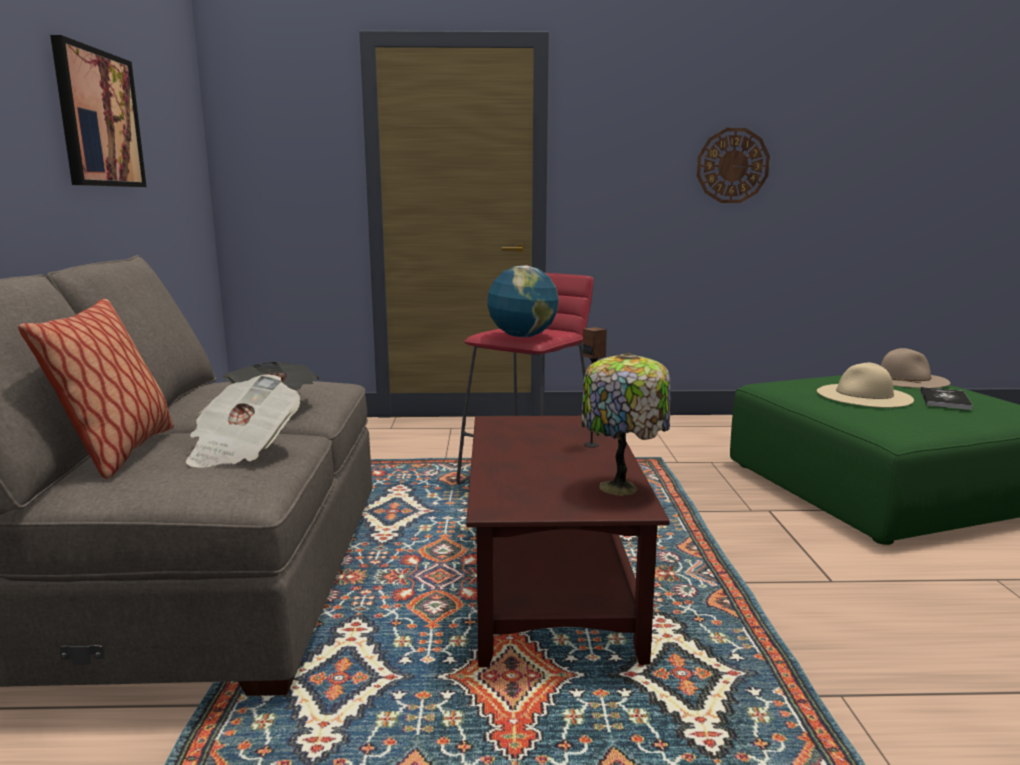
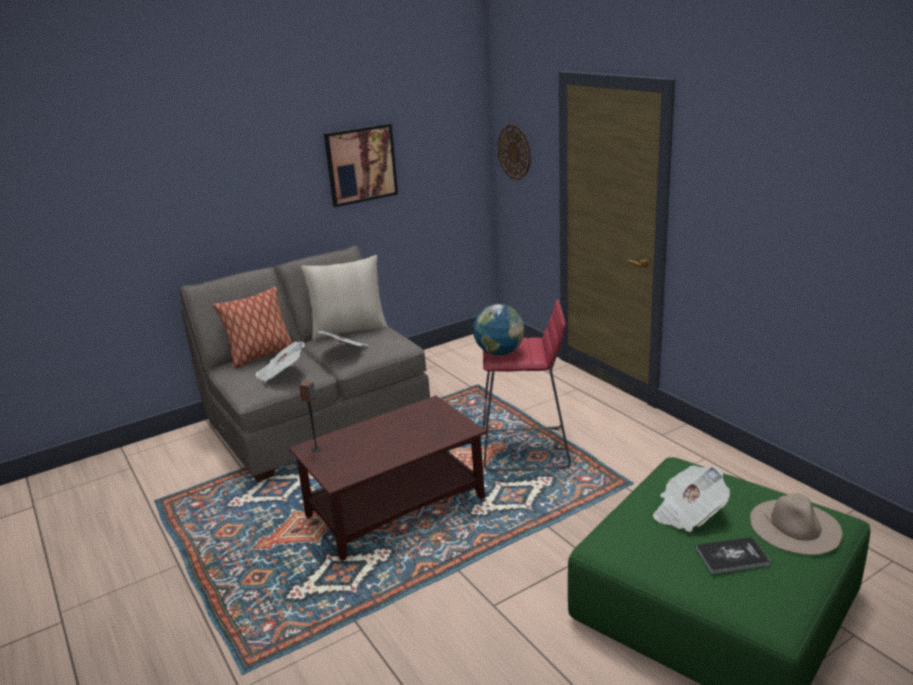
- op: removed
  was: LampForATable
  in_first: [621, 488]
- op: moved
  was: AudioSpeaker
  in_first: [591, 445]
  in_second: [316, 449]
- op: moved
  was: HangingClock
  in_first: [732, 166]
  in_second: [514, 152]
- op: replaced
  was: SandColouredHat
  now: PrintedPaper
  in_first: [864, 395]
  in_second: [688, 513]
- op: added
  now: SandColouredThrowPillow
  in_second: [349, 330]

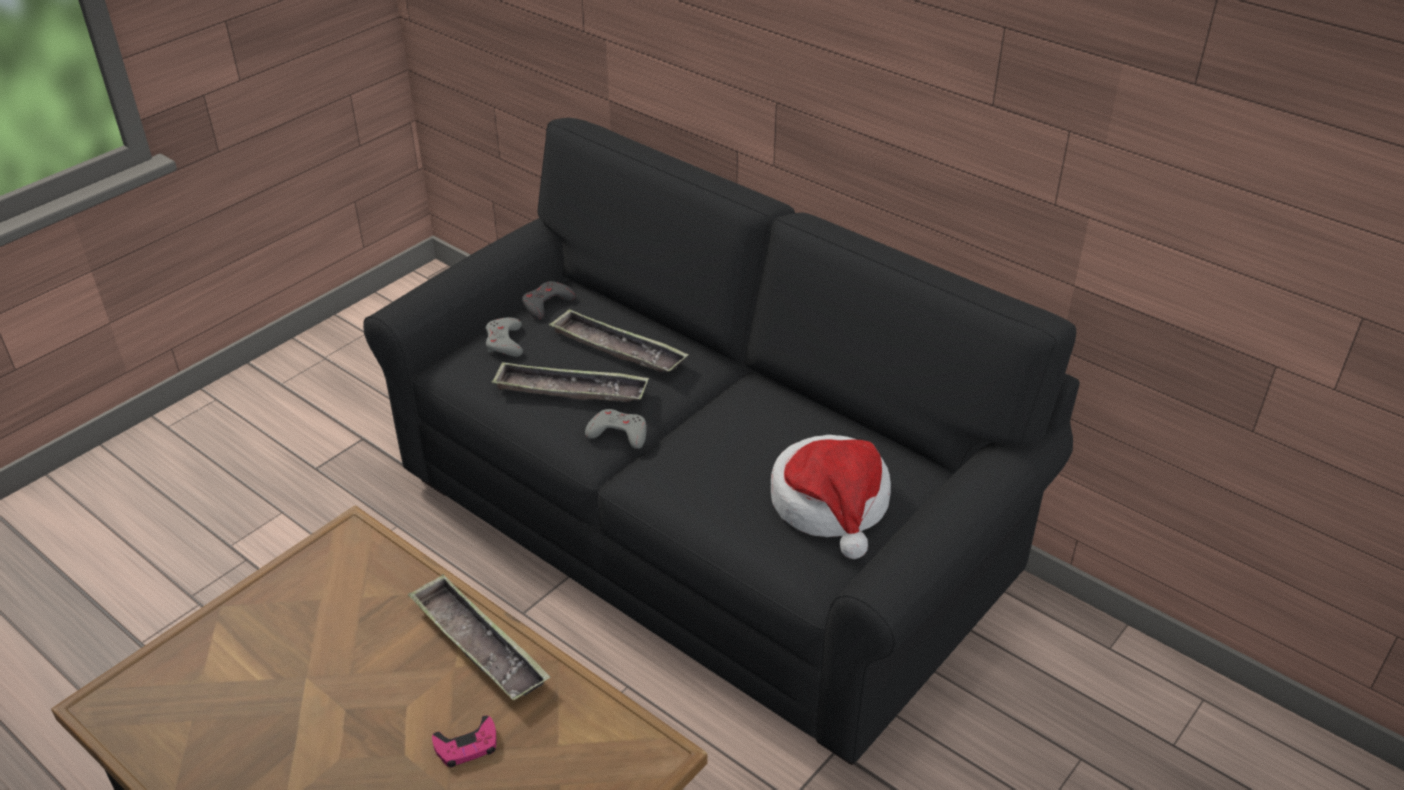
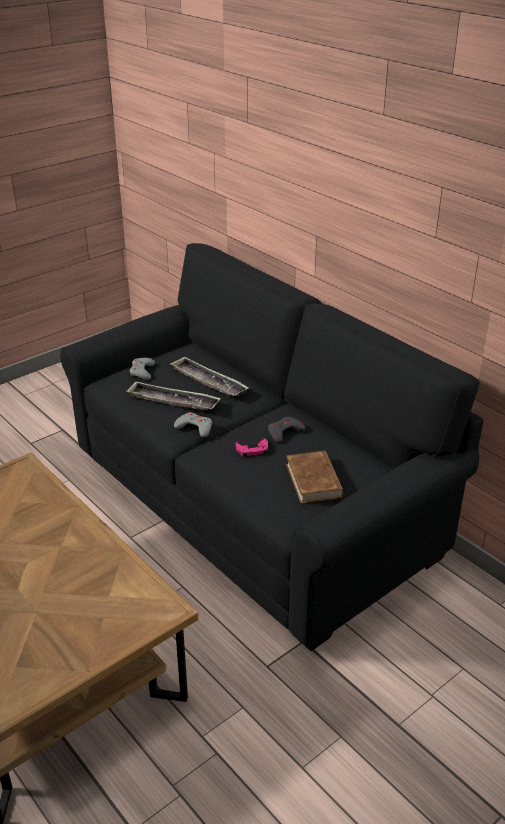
- op: removed
  was: ServingTray
  in_first: [478, 644]
- op: moved
  was: PinkishGamepad
  in_first: [467, 746]
  in_second: [252, 450]
- op: moved
  was: GrayGamepad
  in_first: [546, 304]
  in_second: [284, 432]
- op: replaced
  was: Hat
  now: BrownBoundBook
  in_first: [831, 504]
  in_second: [314, 480]

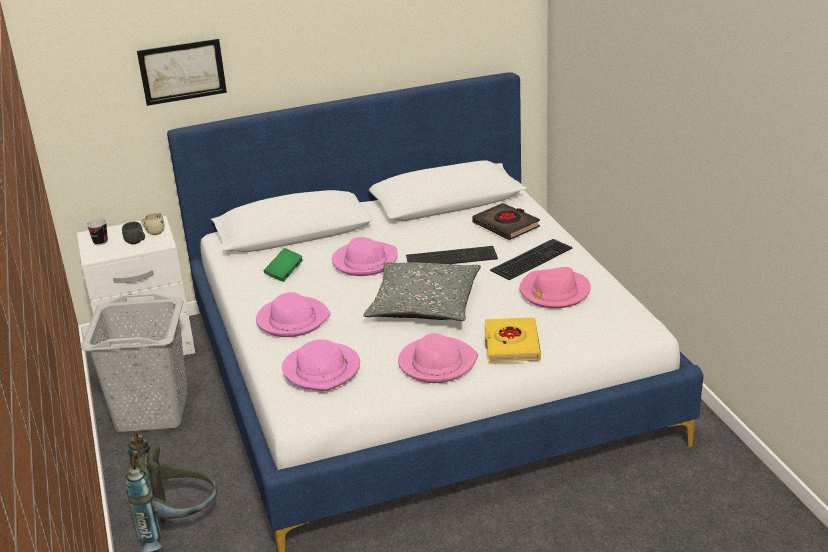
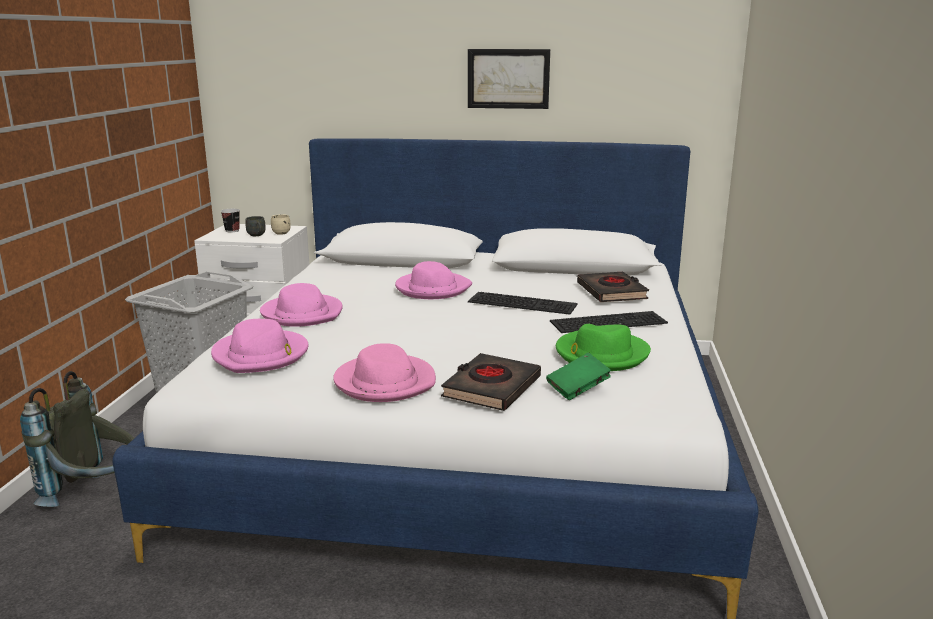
- op: moved
  was: WallArt
  in_first: [182, 71]
  in_second: [508, 79]
- op: moved
  was: GreenColouredBoundBook
  in_first: [284, 273]
  in_second: [577, 389]
- op: removed
  was: GrayThrowPillow
  in_first: [424, 305]
- op: recoloured
  was: YellowColouredBoundBook
  now: BlackColouredBoundBook
  in_first: [511, 344]
  in_second: [491, 388]
- op: recoloured
  was: PinkishHat
  now: GreenColouredHat
  in_first: [554, 292]
  in_second: [601, 354]

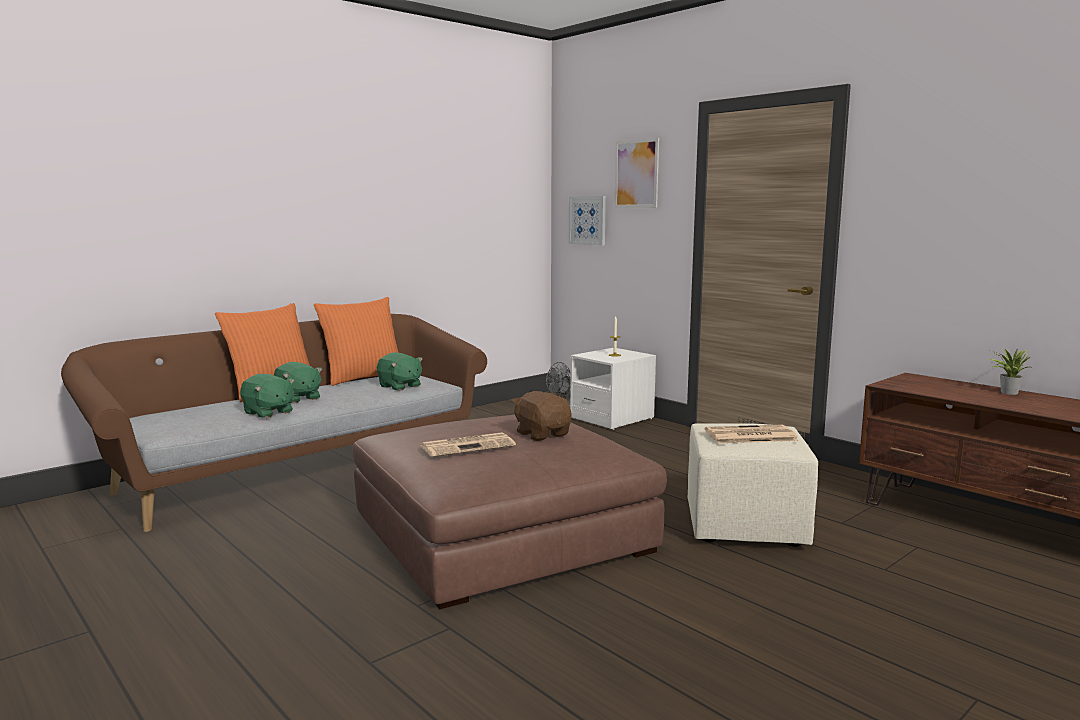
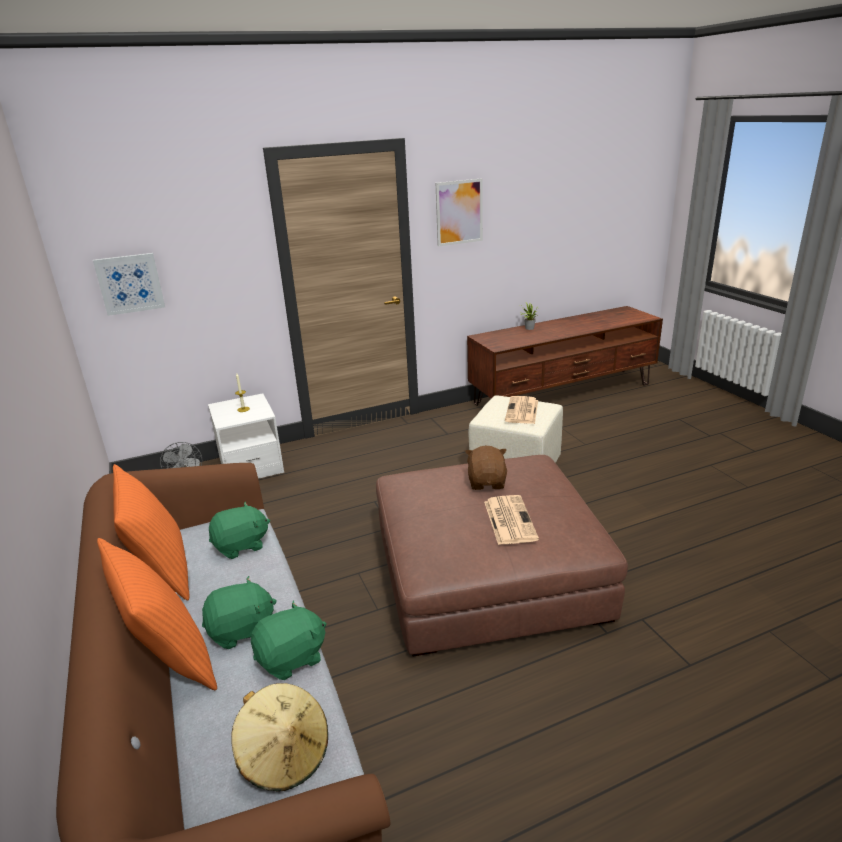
- op: turned
  was: BrownCuddlyToy
  in_first: [542, 434]
  in_second: [487, 482]
  clockwise: 105
- op: moved
  was: WallArt
  in_first: [636, 174]
  in_second: [459, 212]
- op: added
  now: SandColouredHat
  in_second: [285, 755]

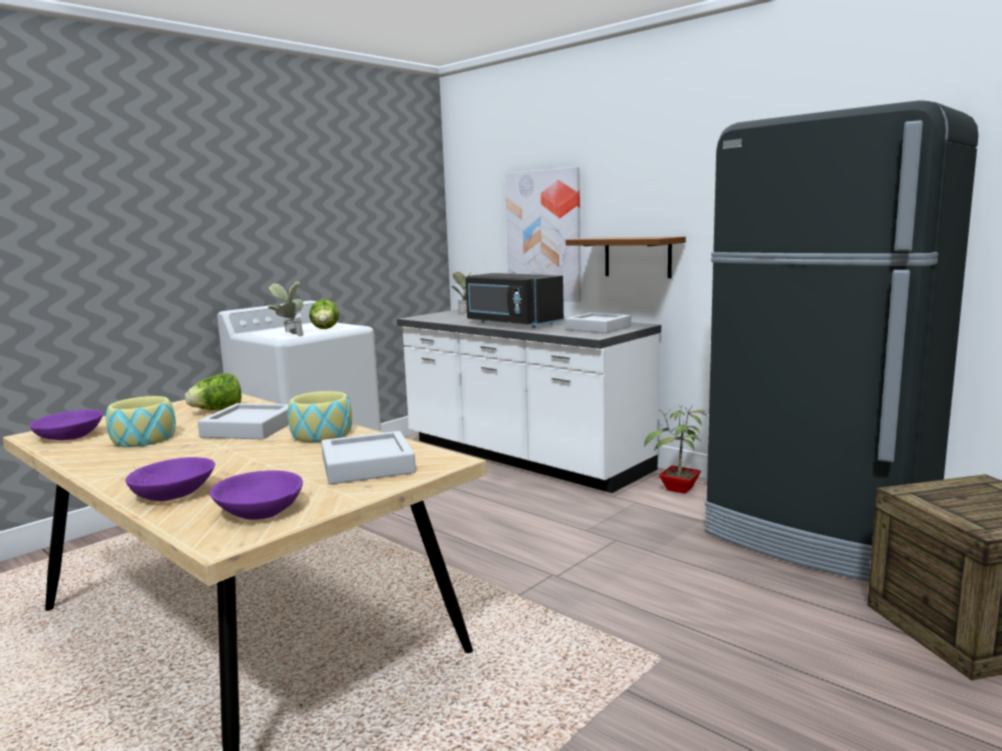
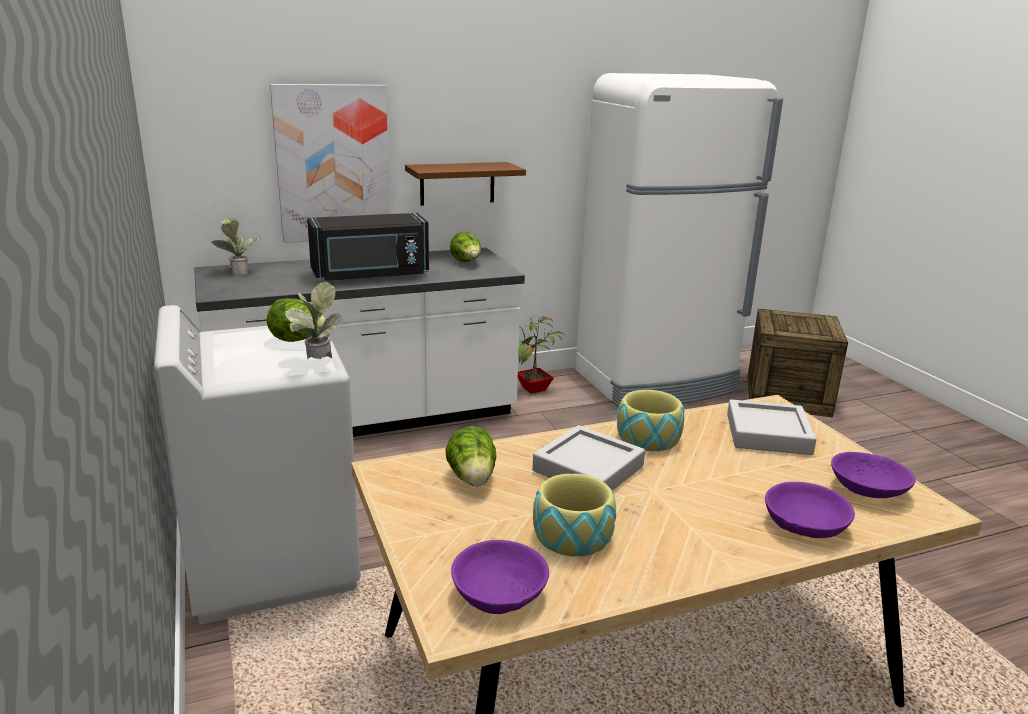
- op: replaced
  was: GrayServingTray
  now: Lettuce
  in_first: [598, 328]
  in_second: [466, 262]
- op: recoloured
  was: BlackColouredRefrigerator
  now: WhiteColouredRefrigerator
  in_first: [818, 536]
  in_second: [656, 382]

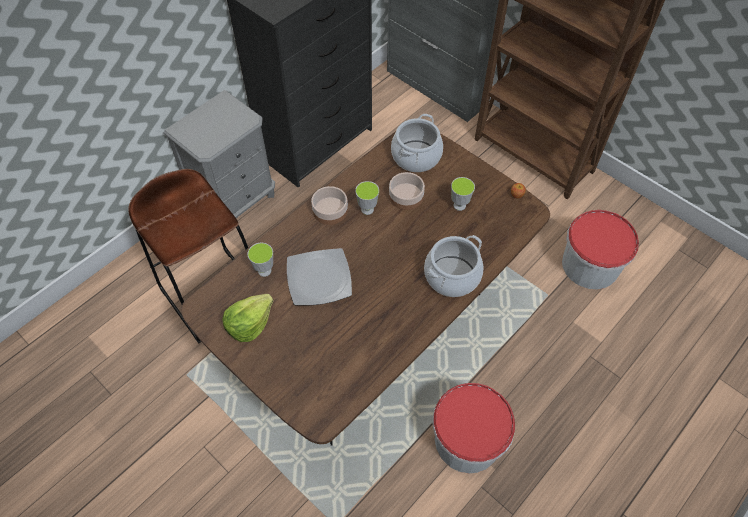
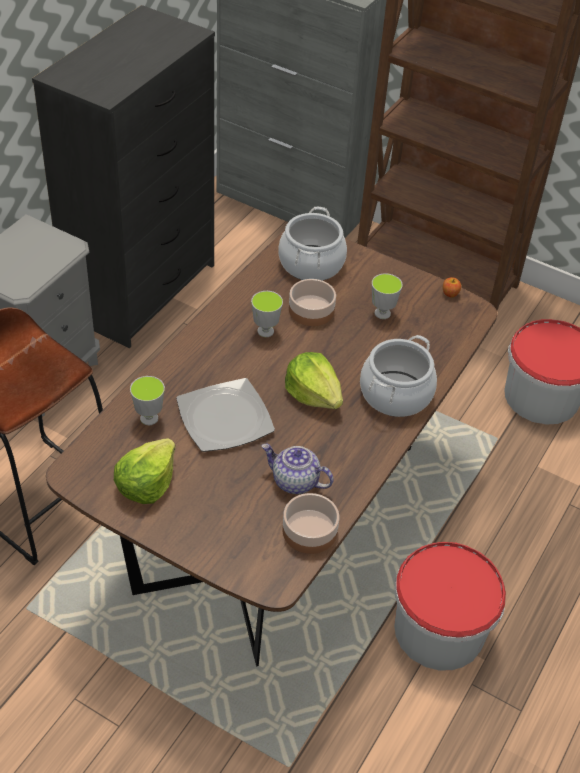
- op: moved
  was: Bowl
  in_first: [329, 210]
  in_second: [308, 530]
- op: added
  now: PotForTea
  in_second: [294, 481]
- op: added
  now: Lettuce
  in_second: [313, 394]

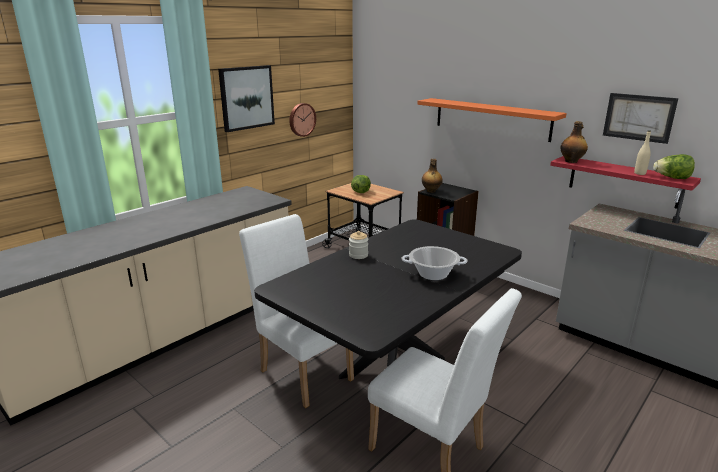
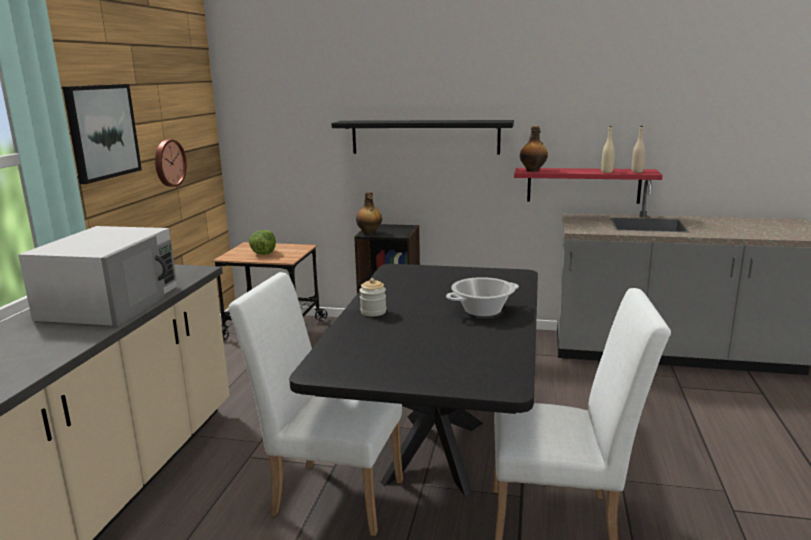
- op: recoloured
  was: OrangeWallShelf
  now: BlackColouredWallShelf
  in_first: [491, 119]
  in_second: [425, 137]
- op: removed
  was: WallArt
  in_first: [638, 117]
- op: replaced
  was: Lettuce
  now: SandColouredBottle
  in_first: [672, 178]
  in_second: [637, 171]
- op: added
  now: WhiteColouredMicrowaveOven
  in_second: [111, 302]

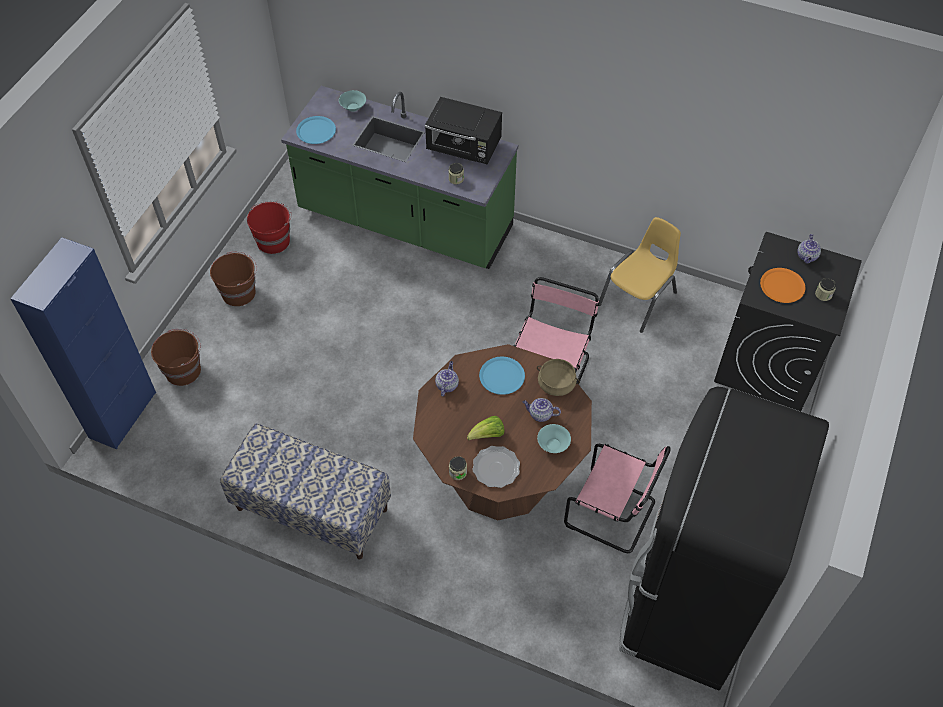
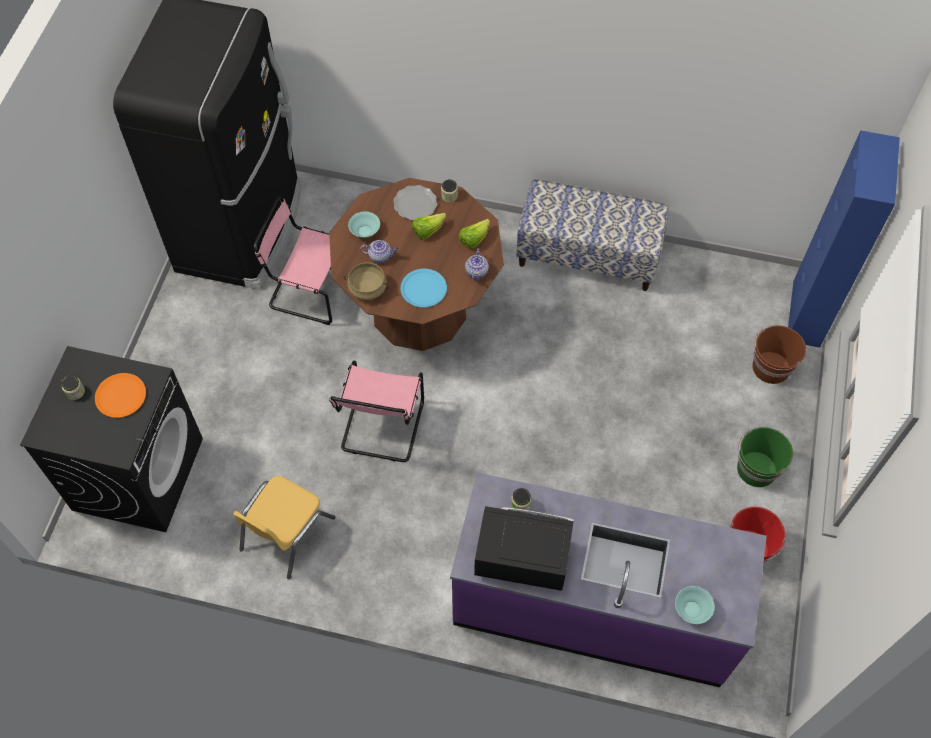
- op: recoloured
  was: BrownPail
  now: GreenColouredPail
  in_first: [239, 292]
  in_second: [756, 469]
- op: recoloured
  was: GreenColouredKitchenBaseUnit
  now: PurpleColouredKitchenBaseUnit
  in_first: [405, 221]
  in_second: [593, 607]
- op: removed
  was: BlueFlatDish
  in_first: [316, 131]
- op: removed
  was: PotForTea
  in_first: [807, 256]
- op: added
  now: Lettuce
  in_second: [474, 239]

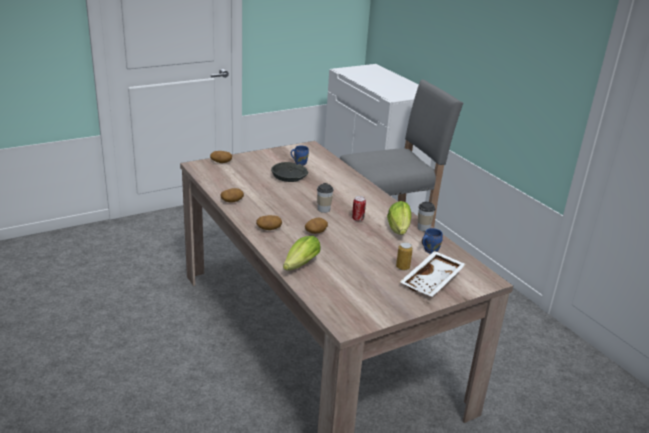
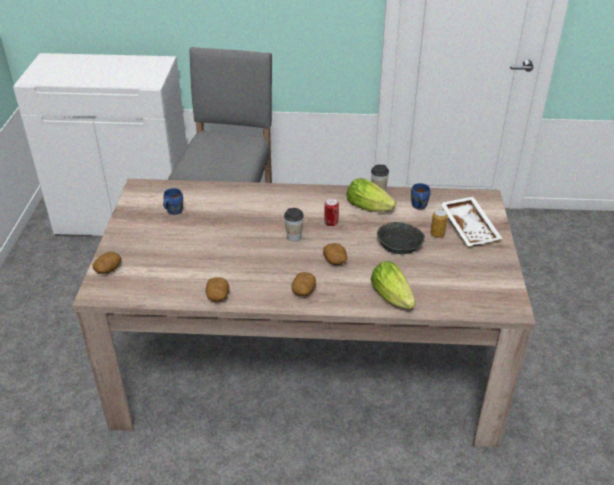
- op: moved
  was: GrayBowl
  in_first: [289, 176]
  in_second: [400, 243]

